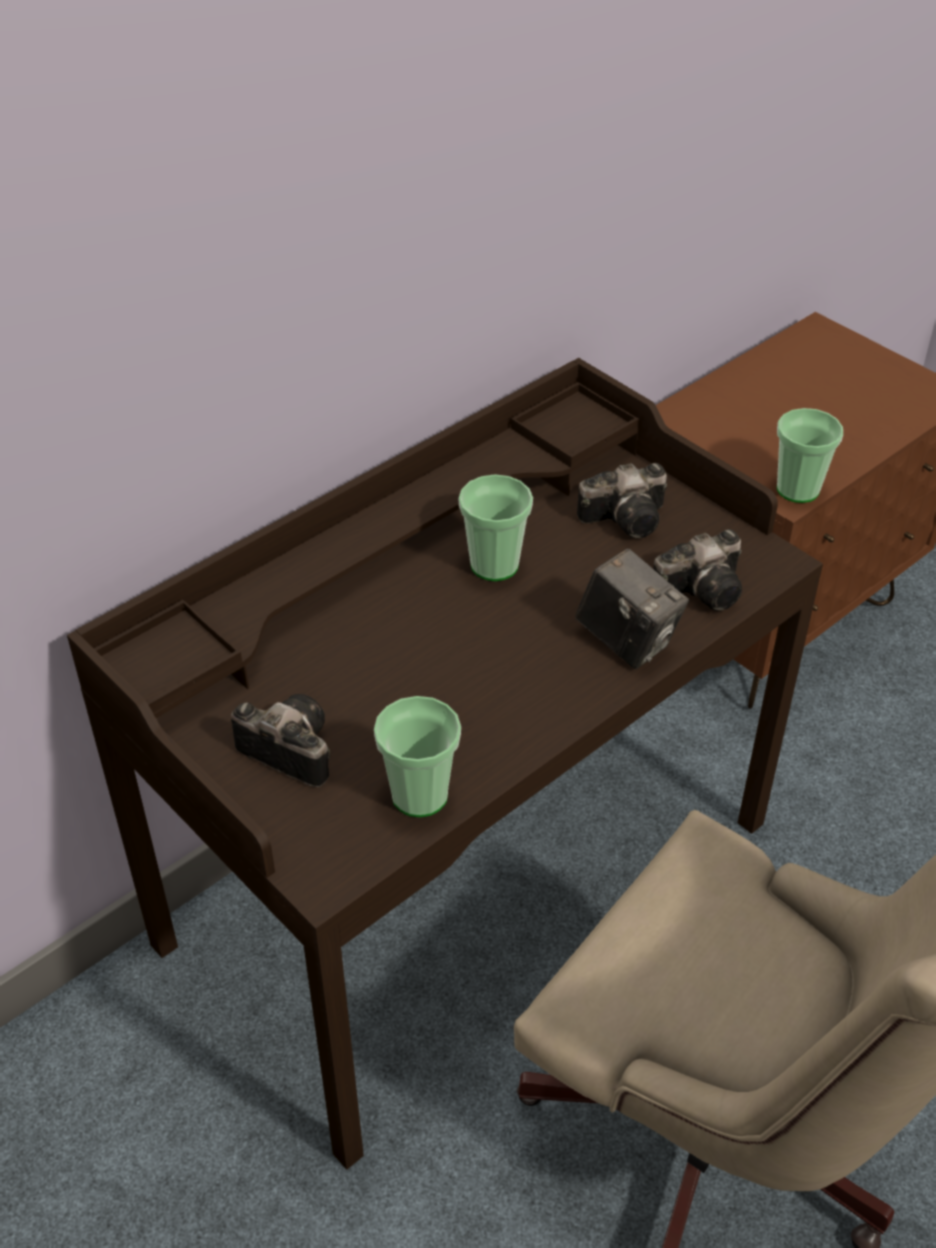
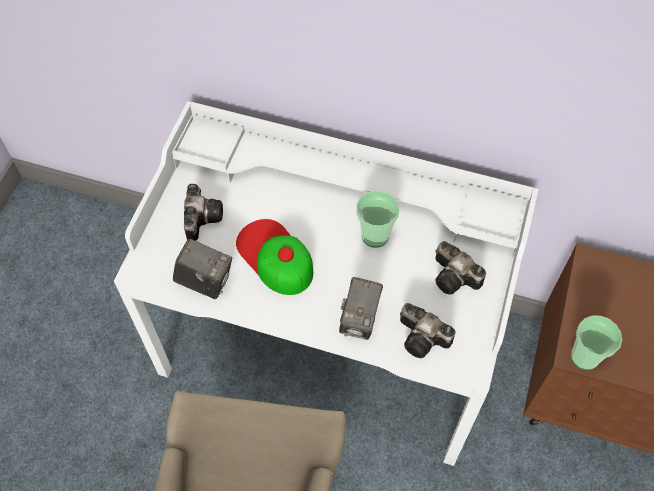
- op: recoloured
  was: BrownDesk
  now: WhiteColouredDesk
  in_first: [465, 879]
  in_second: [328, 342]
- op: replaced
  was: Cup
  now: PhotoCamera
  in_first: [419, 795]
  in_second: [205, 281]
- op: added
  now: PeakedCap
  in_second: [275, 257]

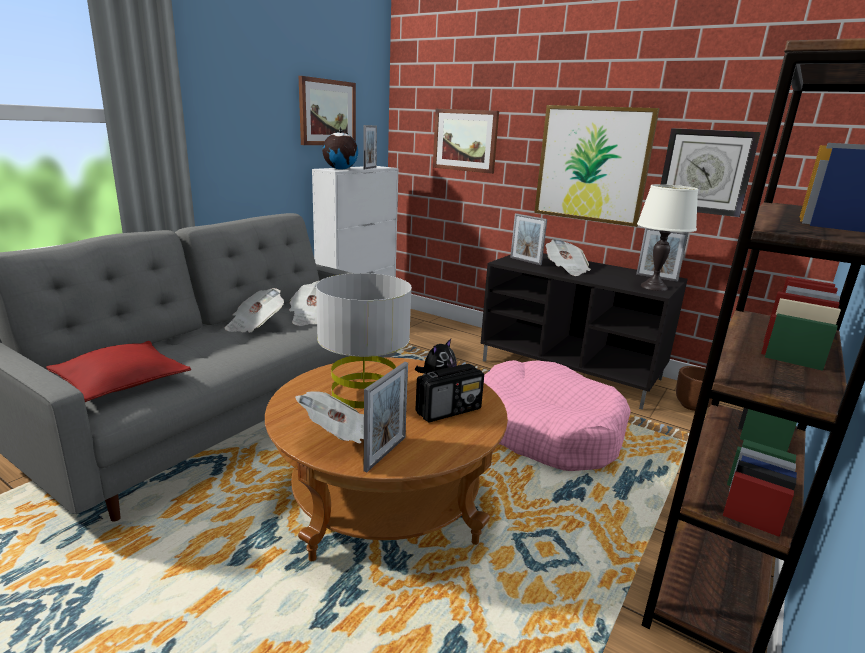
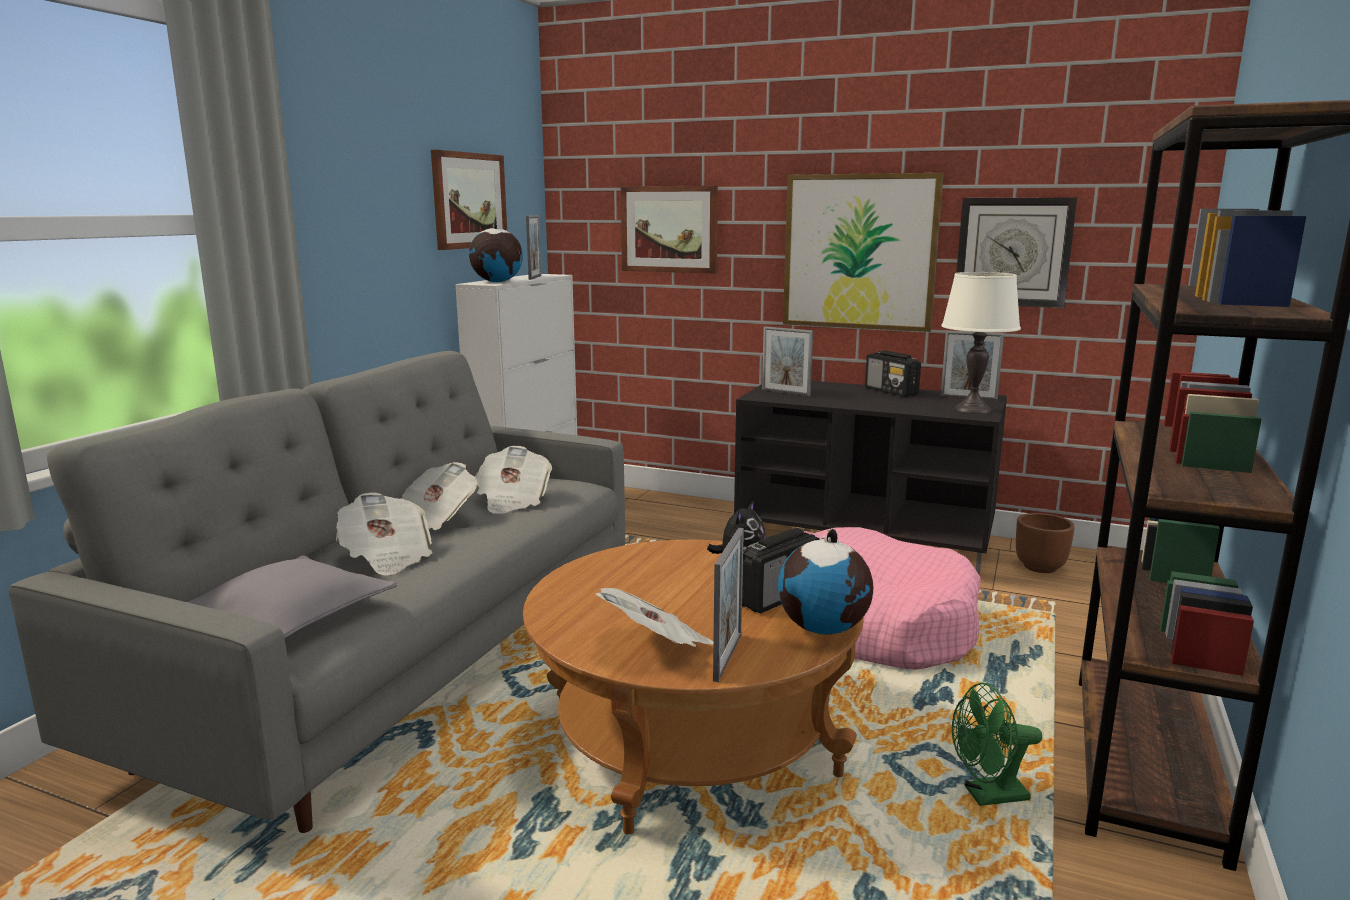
- op: recoloured
  was: RedThrowPillow
  now: GrayThrowPillow
  in_first: [121, 382]
  in_second: [290, 618]
- op: removed
  was: GrayLampForATable
  in_first: [363, 393]
- op: moved
  was: PrintedPaper
  in_first: [566, 270]
  in_second: [387, 557]
- op: added
  now: Globe
  in_second: [824, 629]
- op: added
  now: RadioReceiver
  in_second: [891, 392]
- op: added
  now: GreenColouredElectricFan
  in_second: [987, 796]

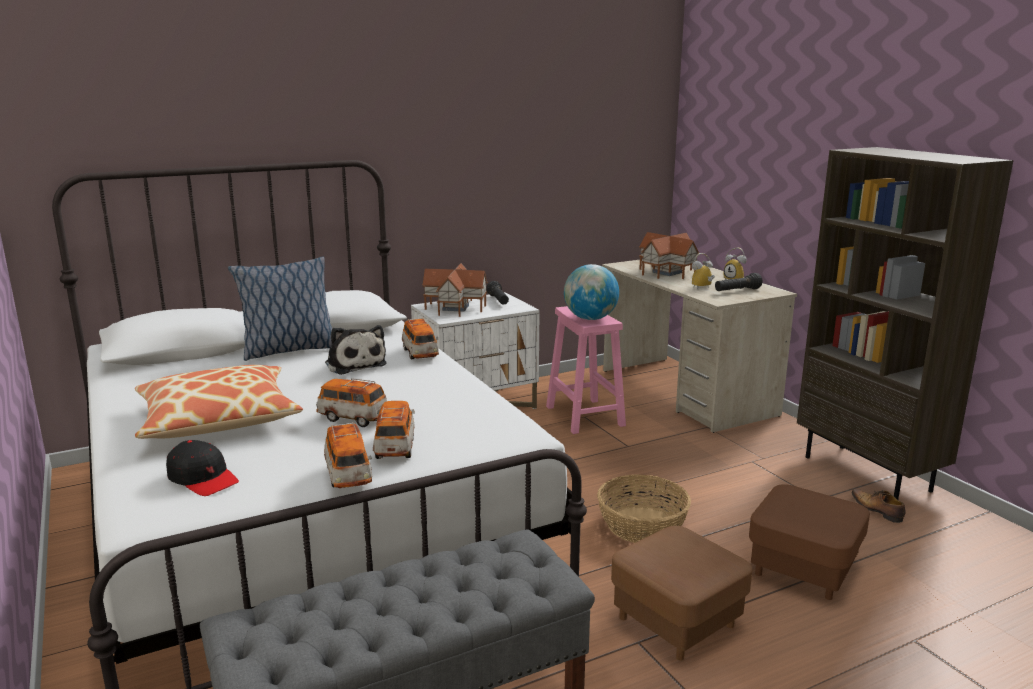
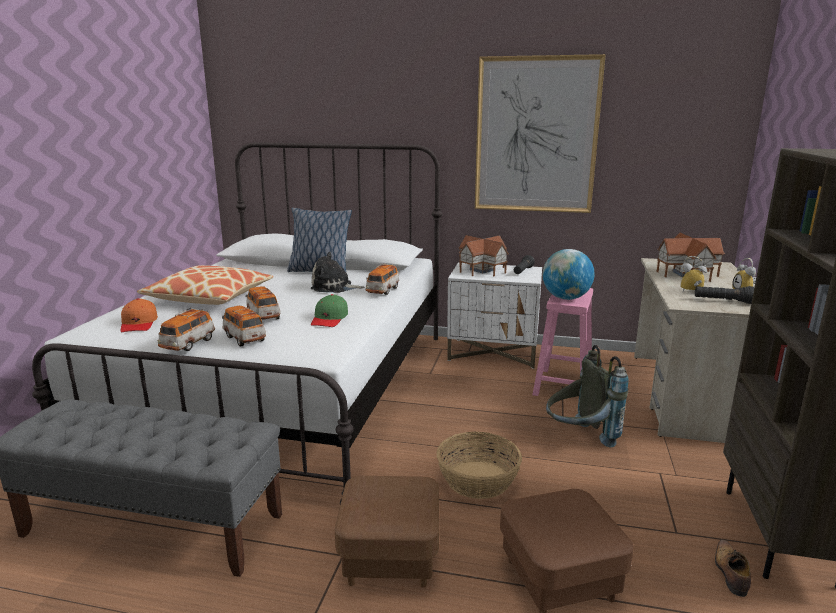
- op: recoloured
  was: BlackColouredPeakedCap
  now: OrangePeakedCap
  in_first: [203, 478]
  in_second: [139, 324]
- op: turned
  was: CuddlyToy
  in_first: [355, 364]
  in_second: [334, 287]
  clockwise: 90
- op: turned
  was: MiniatureCar
  in_first: [395, 447]
  in_second: [244, 338]
  clockwise: -75
- op: added
  now: GreenColouredPeakedCap
  in_second: [329, 319]
- op: added
  now: WallArt
  in_second: [536, 136]
- op: added
  now: GrayRucksack
  in_second: [579, 439]

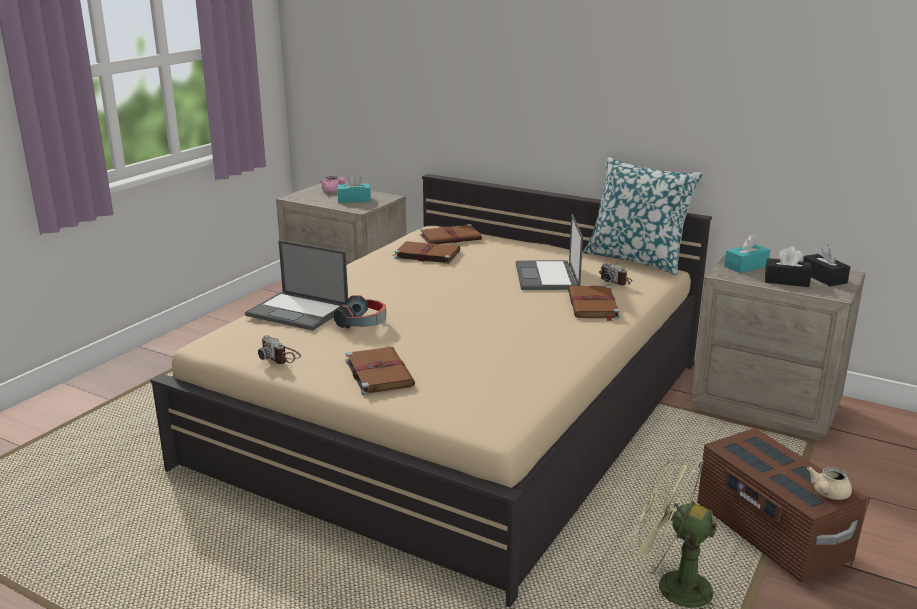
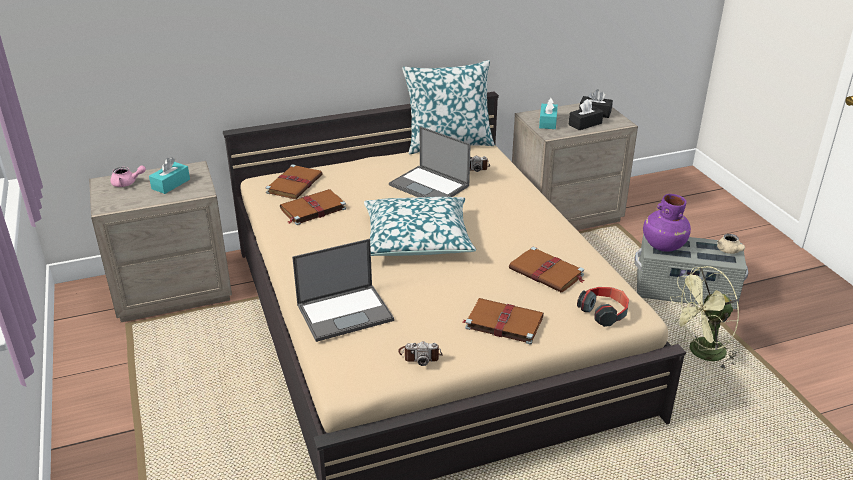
- op: moved
  was: Headset
  in_first: [363, 322]
  in_second: [604, 312]
- op: moved
  was: BrownBoundBook
  in_first: [593, 305]
  in_second: [547, 273]
- op: recoloured
  was: BrownStorageContainer
  now: GrayStorageContainer
  in_first: [771, 533]
  in_second: [685, 292]
- op: added
  now: ThrowPillow
  in_second: [417, 239]
- op: added
  now: PurpleColouredDecorativeVase
  in_second: [663, 245]

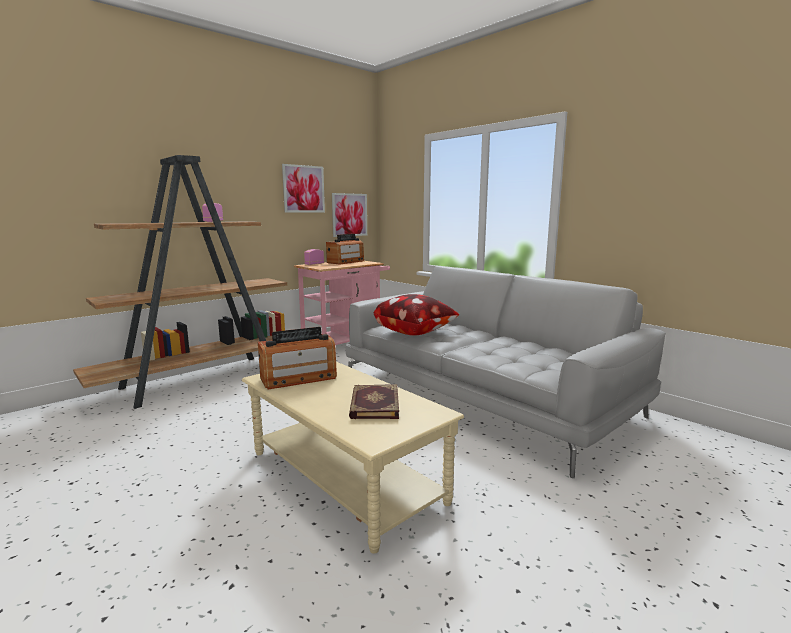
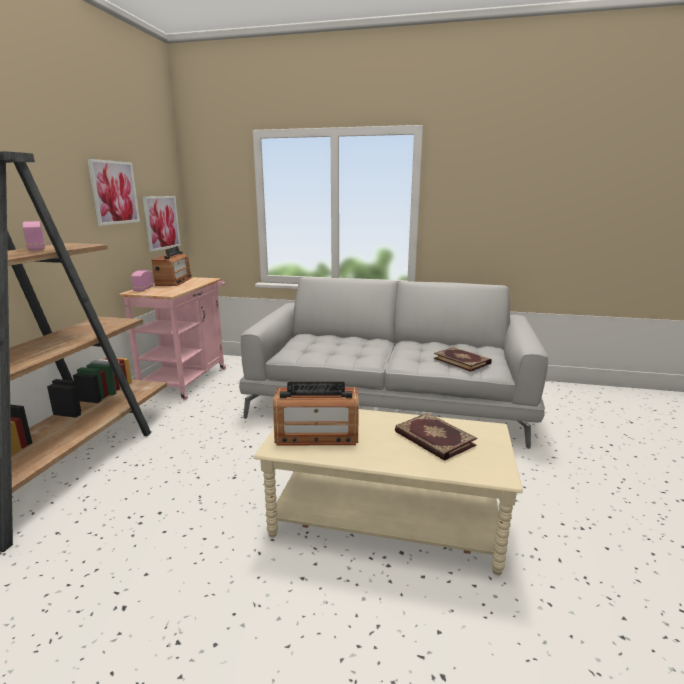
- op: turned
  was: RadioReceiver
  in_first: [298, 378]
  in_second: [317, 435]
  clockwise: 60
- op: removed
  was: ThrowPillow
  in_first: [414, 332]
- op: added
  now: BoundBook
  in_second: [462, 361]

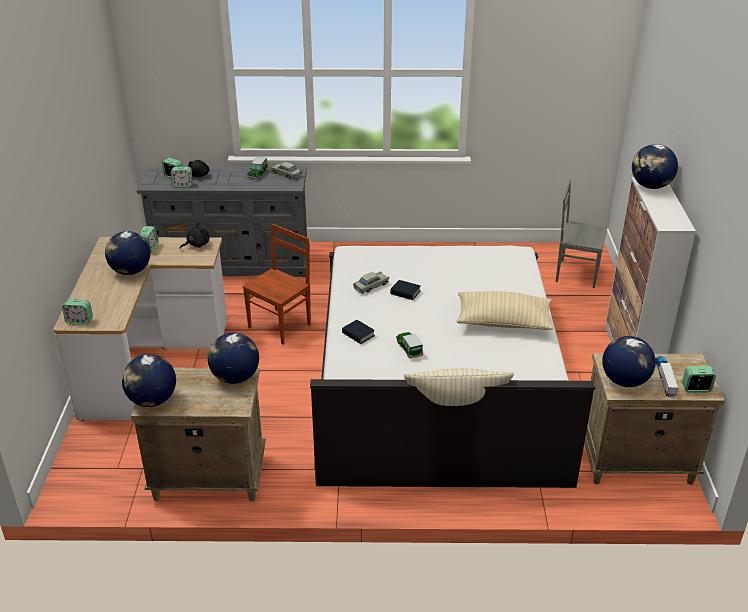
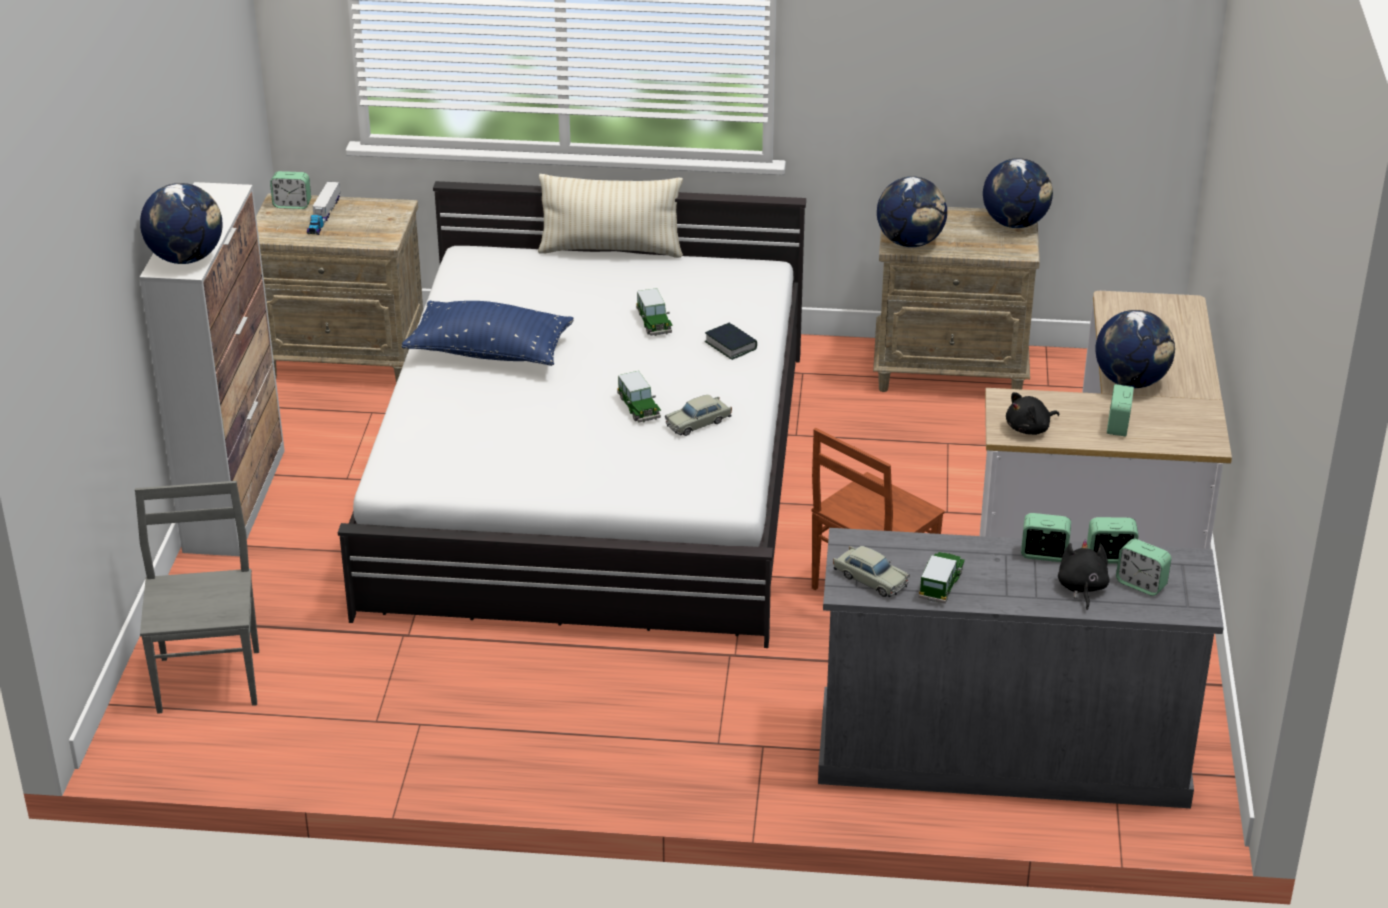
- op: moved
  was: BedsideClock
  in_first: [79, 321]
  in_second: [1044, 555]
- op: replaced
  was: BoundBook
  now: MiniatureCar
  in_first: [405, 293]
  in_second: [639, 408]
- op: recoloured
  was: SandColouredThrowPillow
  now: BlueThrowPillow
  in_first: [503, 322]
  in_second: [490, 352]
- op: turned
  was: GrayUprightChair
  in_first: [576, 273]
  in_second: [211, 679]
  clockwise: -120
- op: removed
  was: Globe
  in_first: [624, 381]

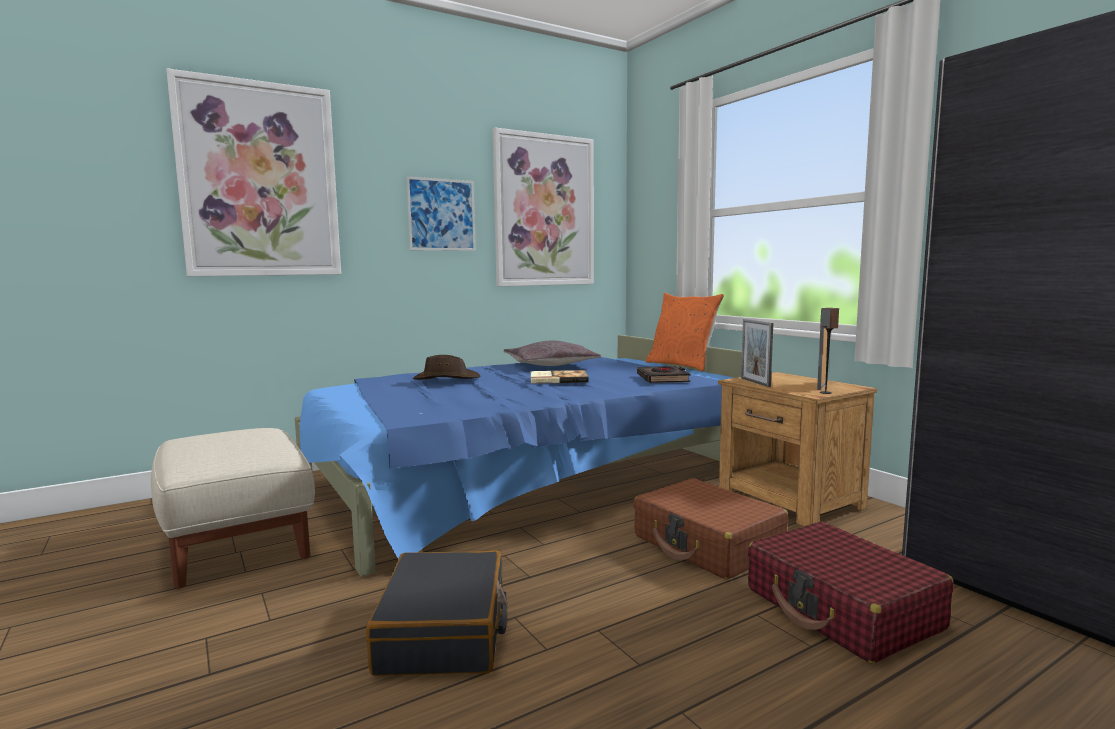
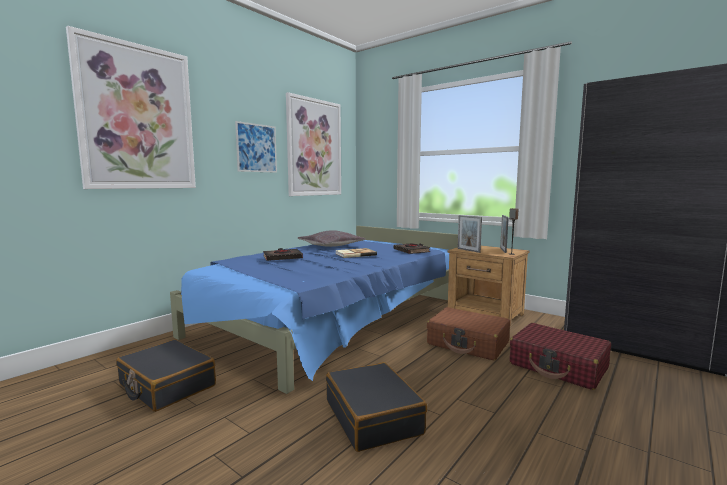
- op: replaced
  was: SandColouredOttoman
  now: BlackColouredSuitcase
  in_first: [237, 541]
  in_second: [166, 385]
- op: replaced
  was: BrownHat
  now: BlackColouredBoundBook
  in_first: [446, 378]
  in_second: [282, 258]
- op: removed
  was: OrangeThrowPillow
  in_first: [682, 365]

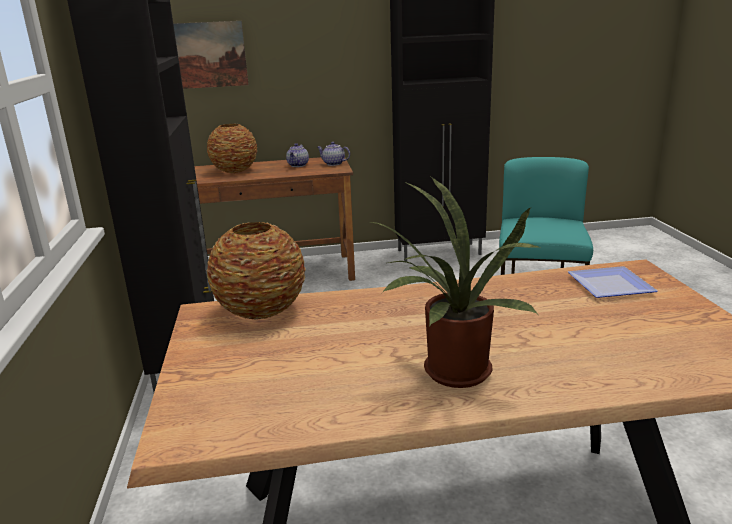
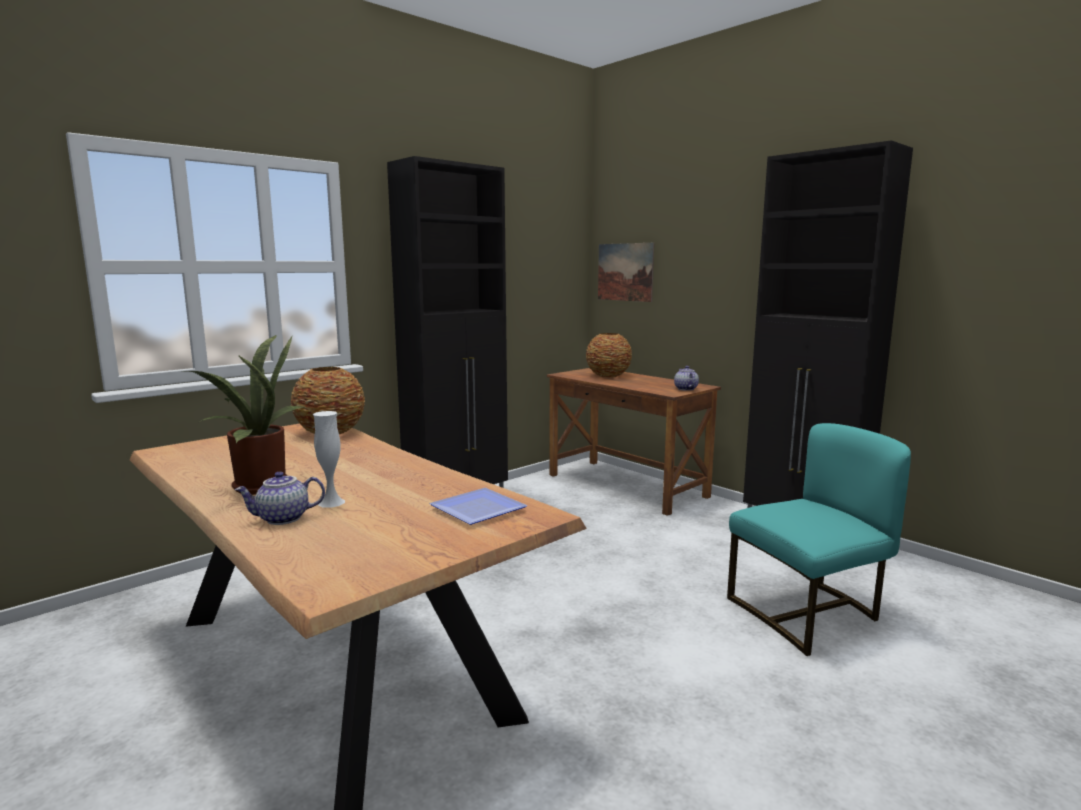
- op: moved
  was: PotForTea
  in_first: [298, 165]
  in_second: [282, 519]
- op: added
  now: WhiteColouredDecorativeVase
  in_second: [331, 502]

